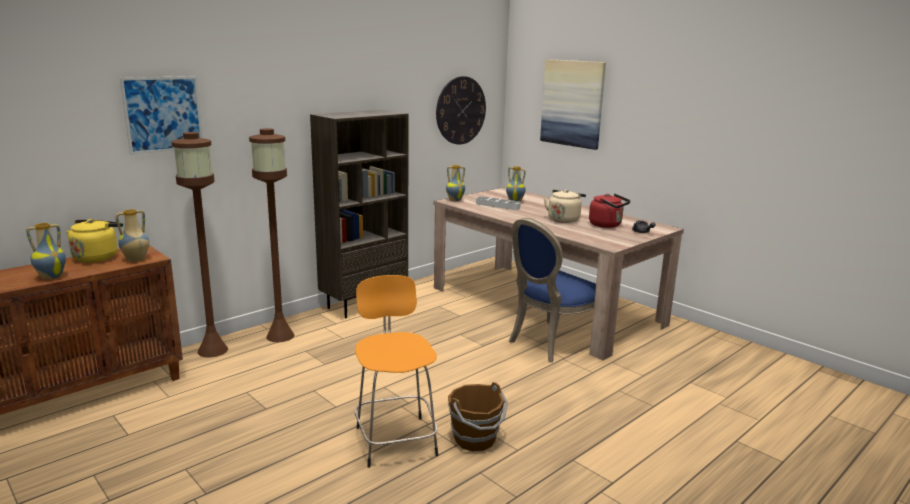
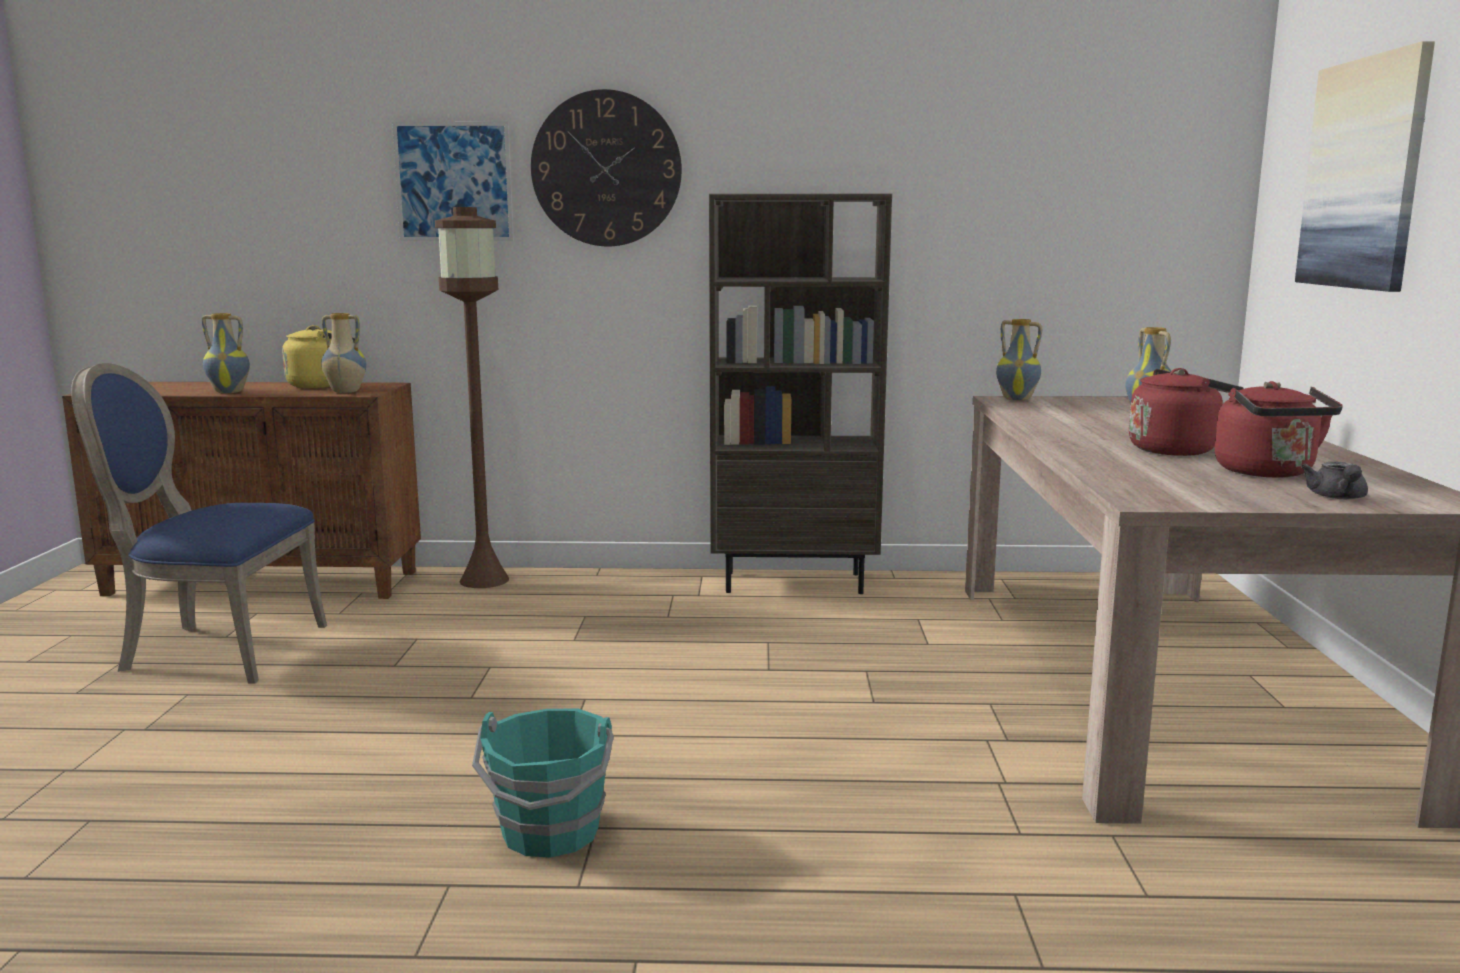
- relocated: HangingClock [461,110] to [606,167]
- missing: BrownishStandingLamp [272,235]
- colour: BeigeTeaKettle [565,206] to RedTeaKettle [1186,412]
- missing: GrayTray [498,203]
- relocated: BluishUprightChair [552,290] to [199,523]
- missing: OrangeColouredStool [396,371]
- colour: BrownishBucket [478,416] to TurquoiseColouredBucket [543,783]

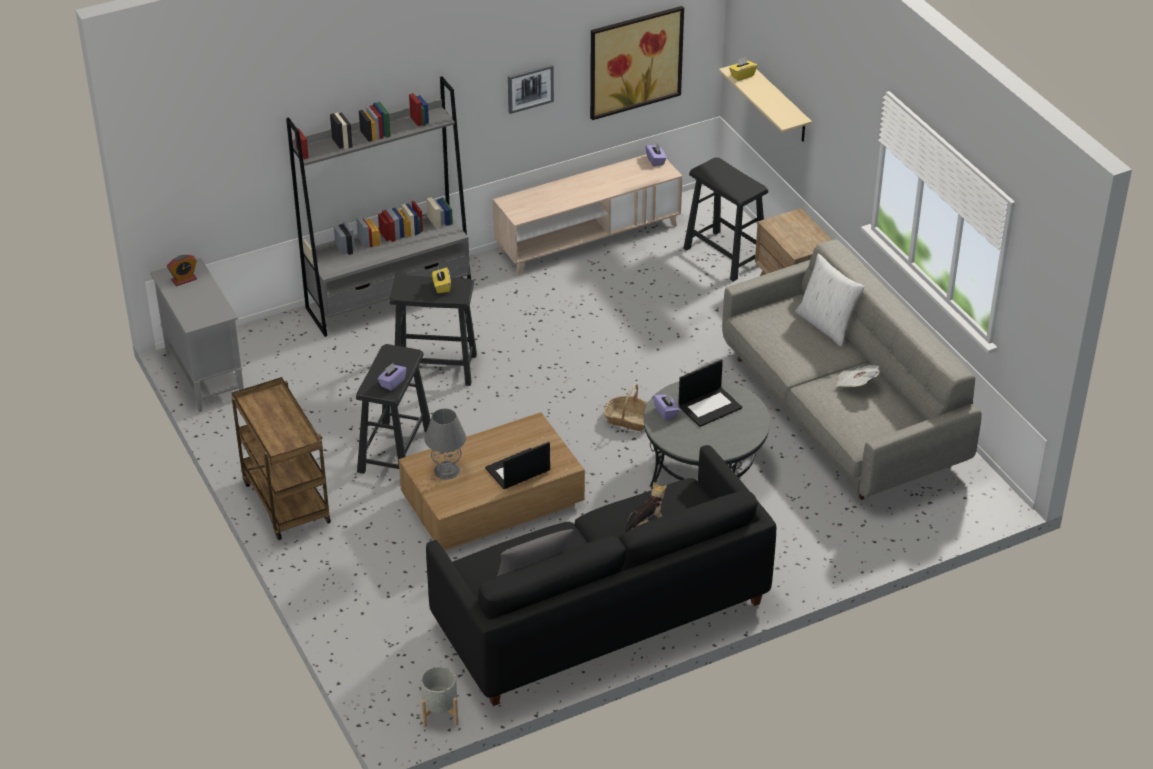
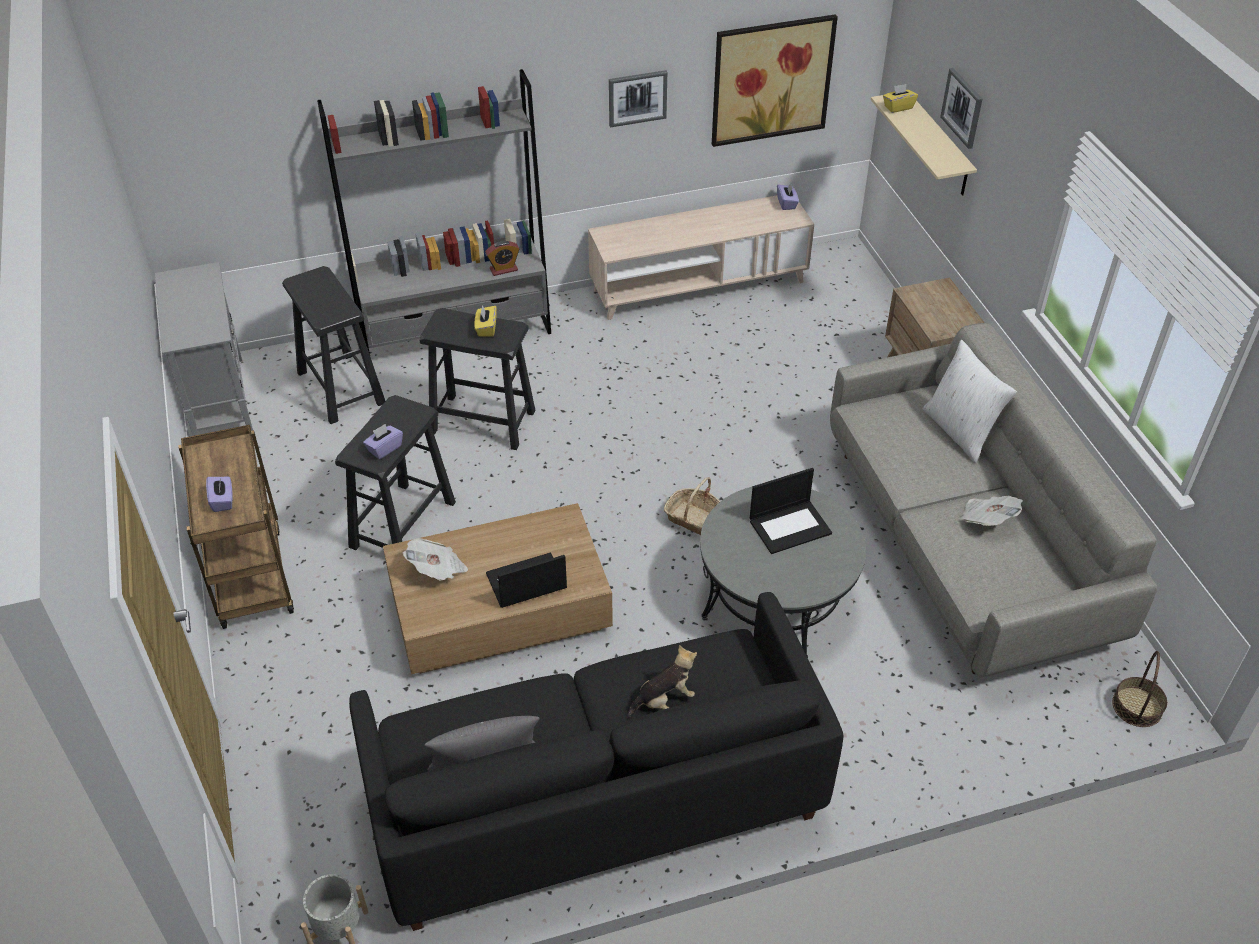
- relocated: BlackStool [725,219] to [333,345]
- relocated: TableClock [182,270] to [502,258]
- relocated: PurpleColouredTissueHolder [666,406] to [219,494]
- exchanged: GrayLampForATable [445,444] to PrintedPaper [435,559]
- appeared: WallPicture [961,108]
- appeared: HouseholdBasket [1139,689]

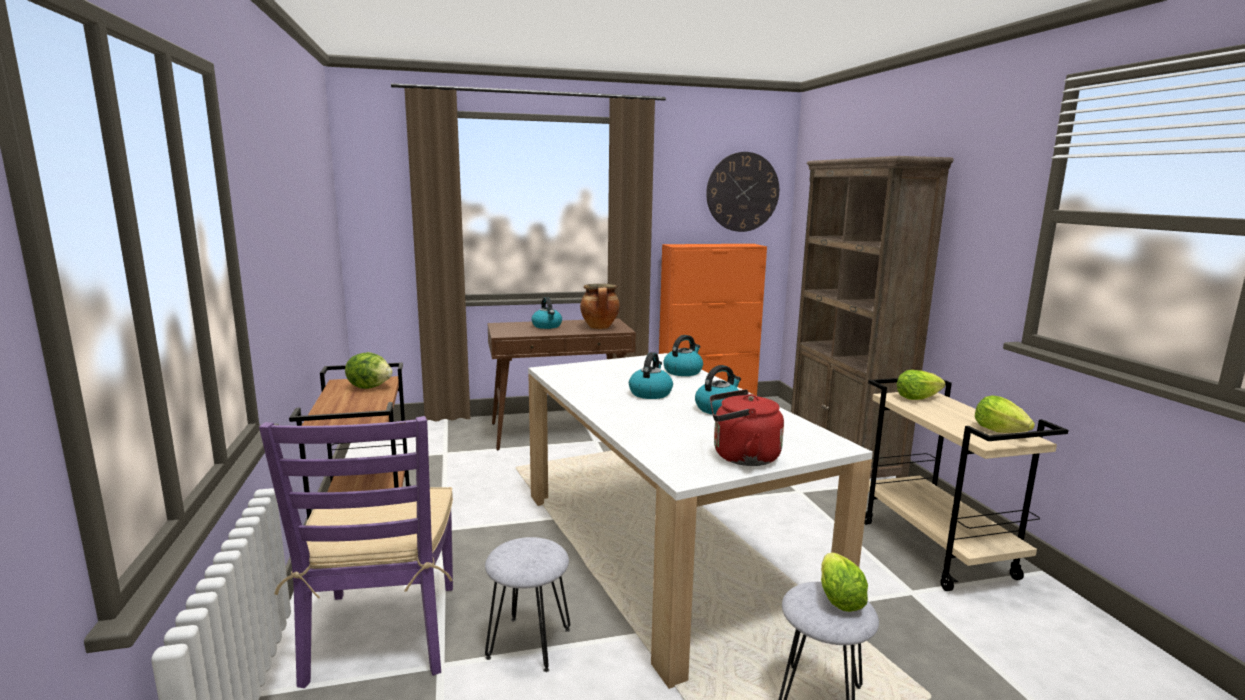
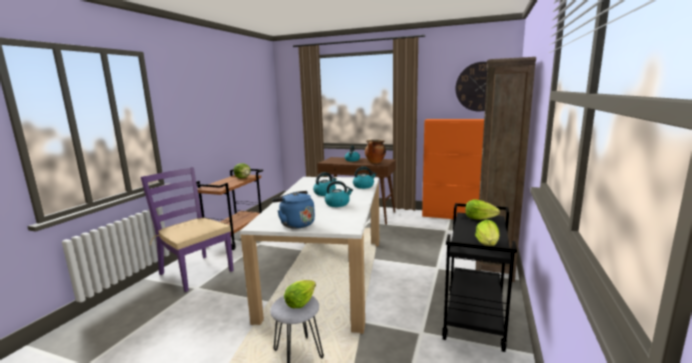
- colour: BeigeWheeledCart [966,484] to BlackWheeledCart [479,277]
- colour: RedTeaKettle [747,427] to BluishTeaKettle [293,210]
- spun: PurpleColouredUprightChair [356,552] = [187,229] 105 degrees clockwise
- missing: GrayStool [527,604]

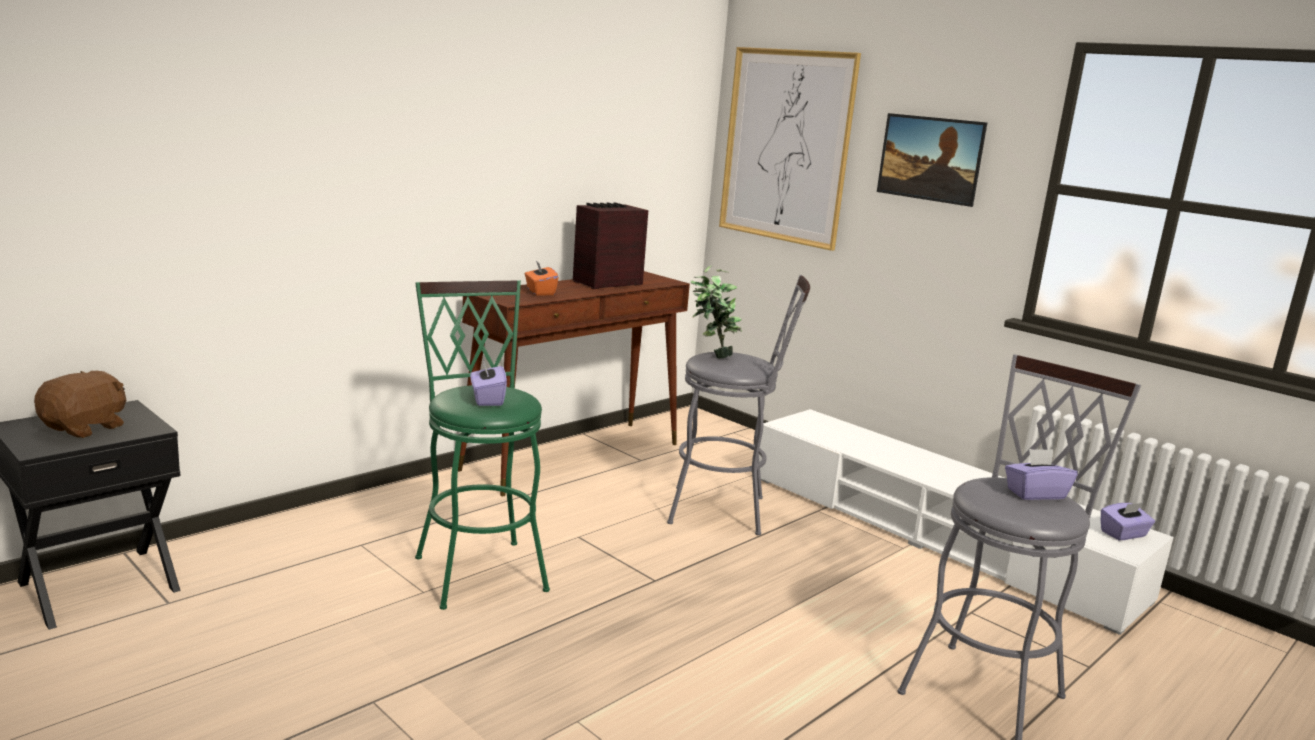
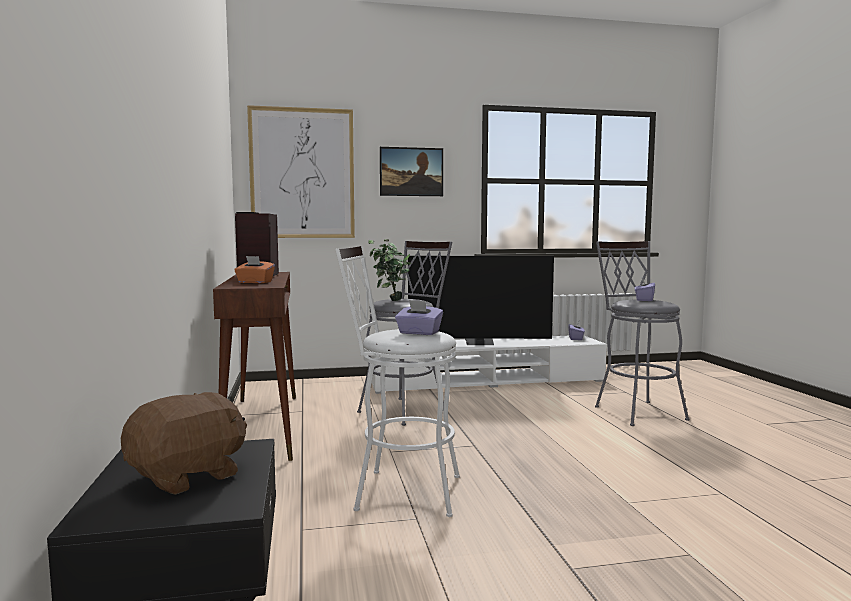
- colour: GreenColouredStool [482,445] to WhiteStool [397,381]
- spun: BrownishSoftToy [80,404] = [184,443] 75 degrees clockwise
- appeared: TvSet [481,300]

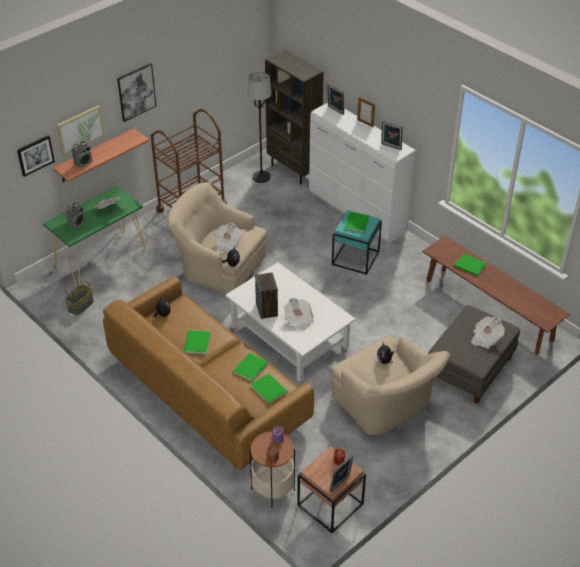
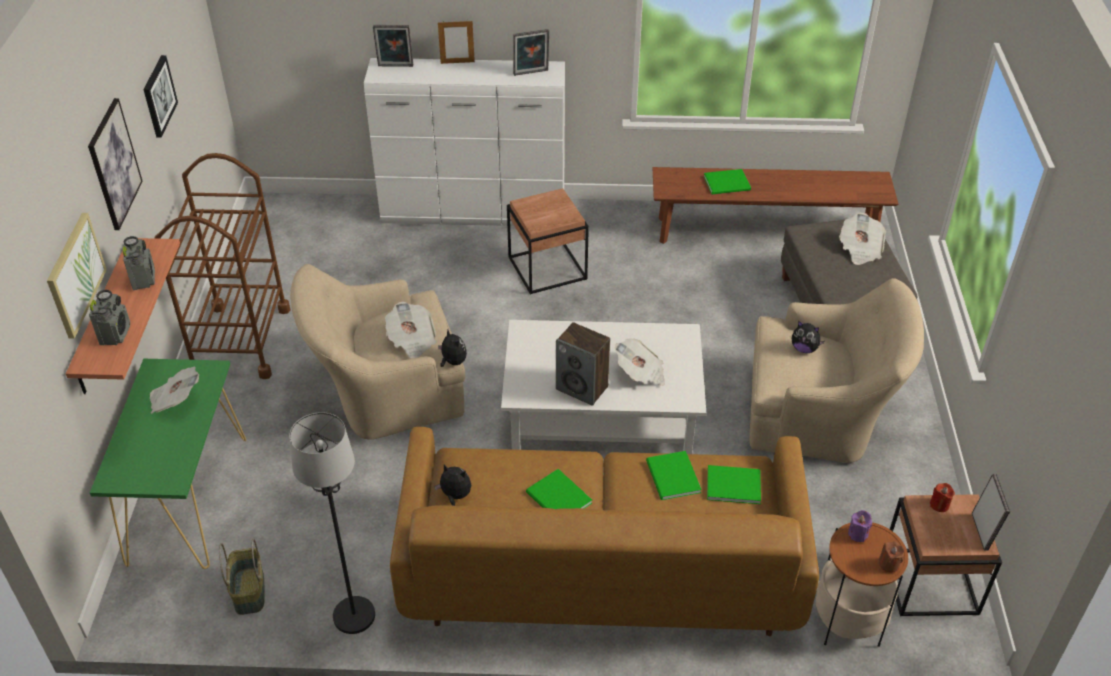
- missing: BrownishBookshelf [294,117]
- relocated: BlackStandingLamp [259,127] to [332,523]
- relocated: WallPicture [36,156] to [160,96]
- relocated: RadioReceiver [75,216] to [139,263]
- colour: TurquoiseColouredEndTable [357,242] to BrownishEndTable [548,241]
- missing: GreenColouredVolume [357,222]

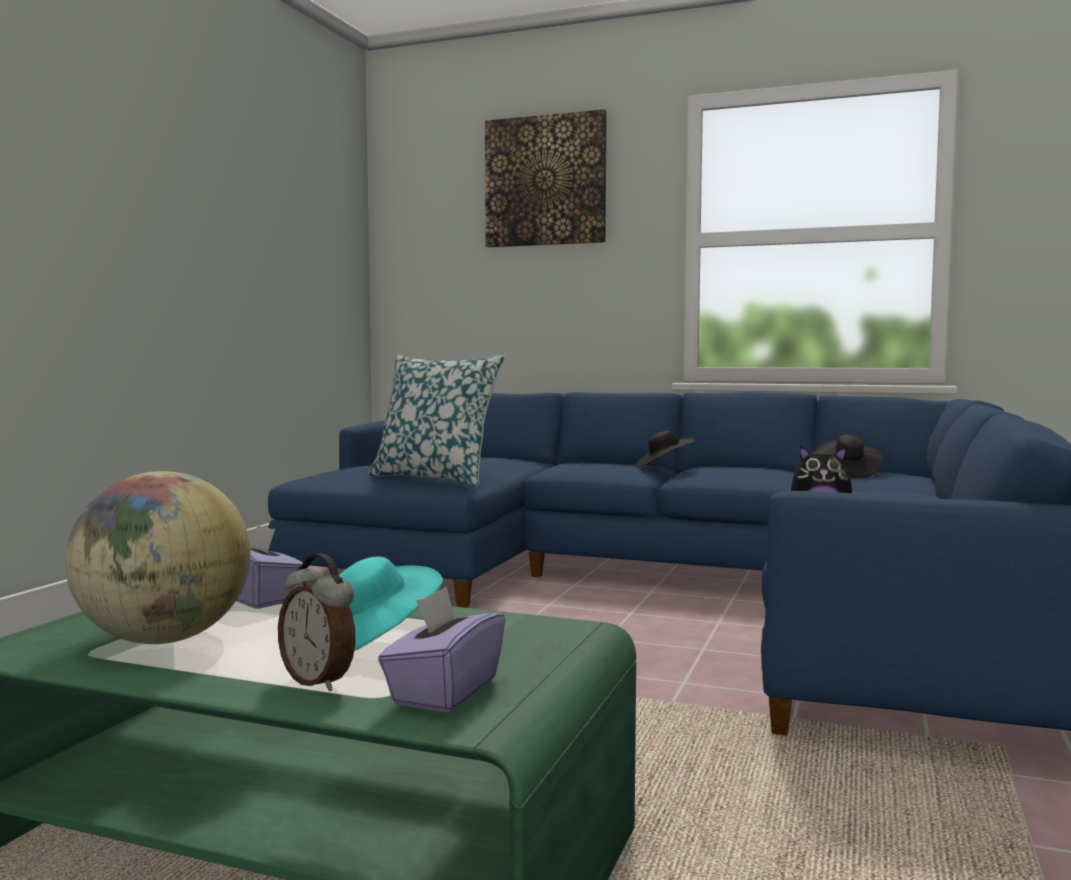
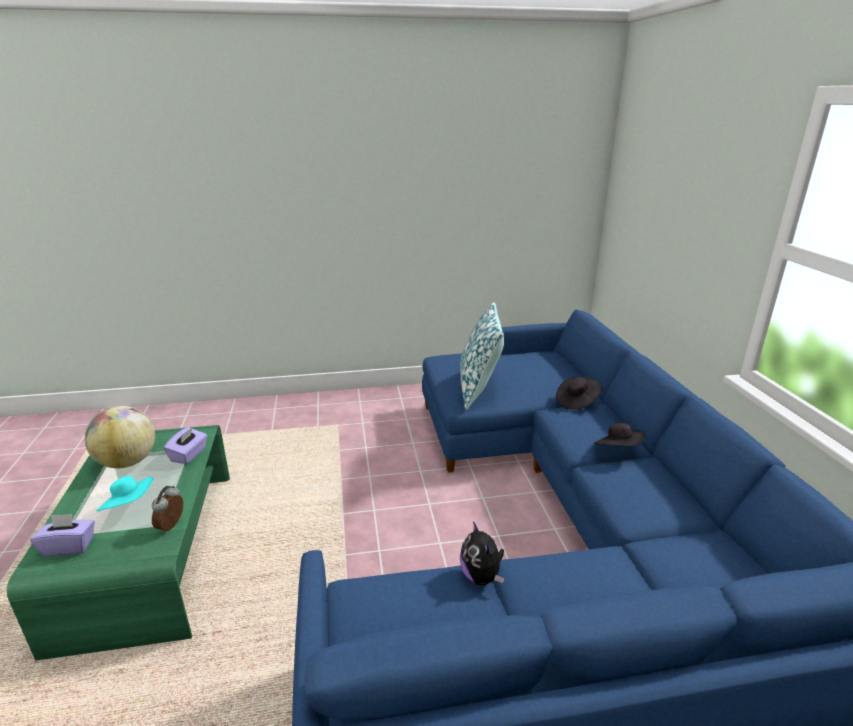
- missing: WallPicture [546,178]
- relocated: BlackHat [850,456] to [578,393]
- relocated: TableClock [316,622] to [167,510]

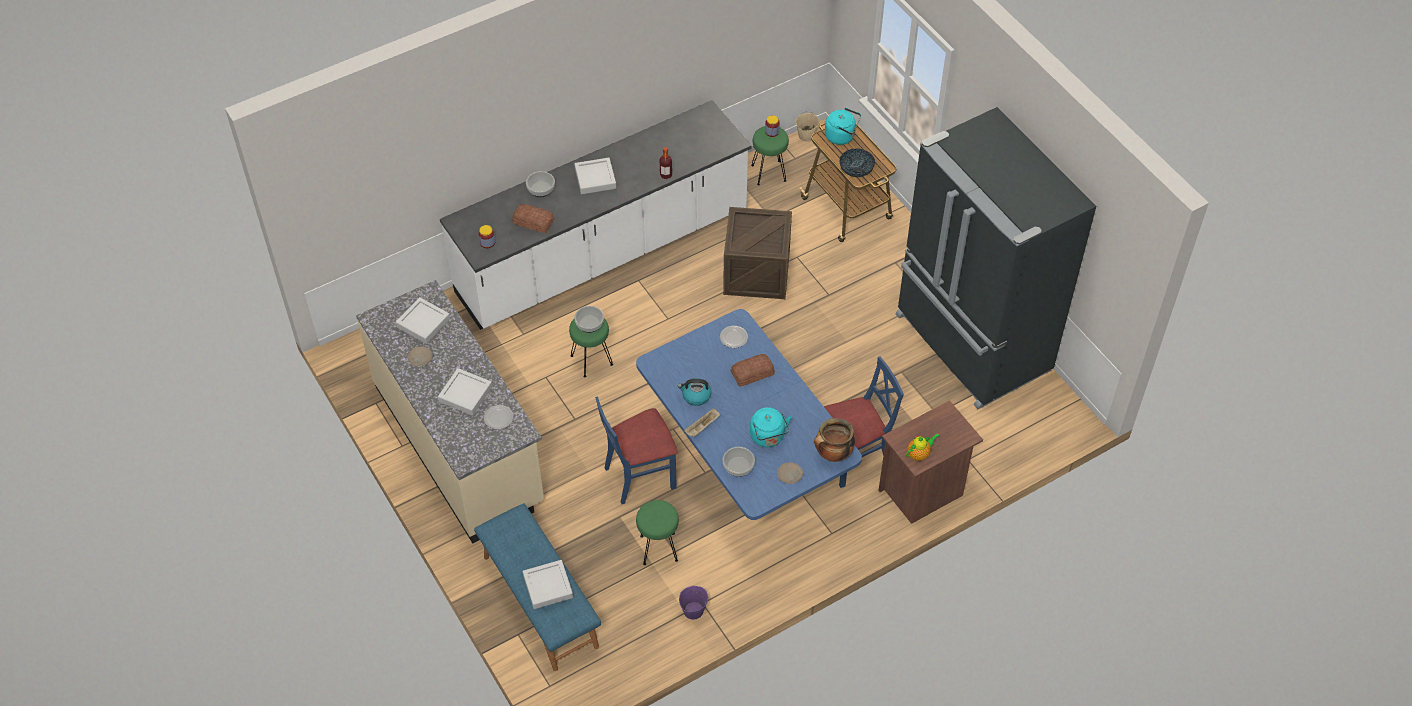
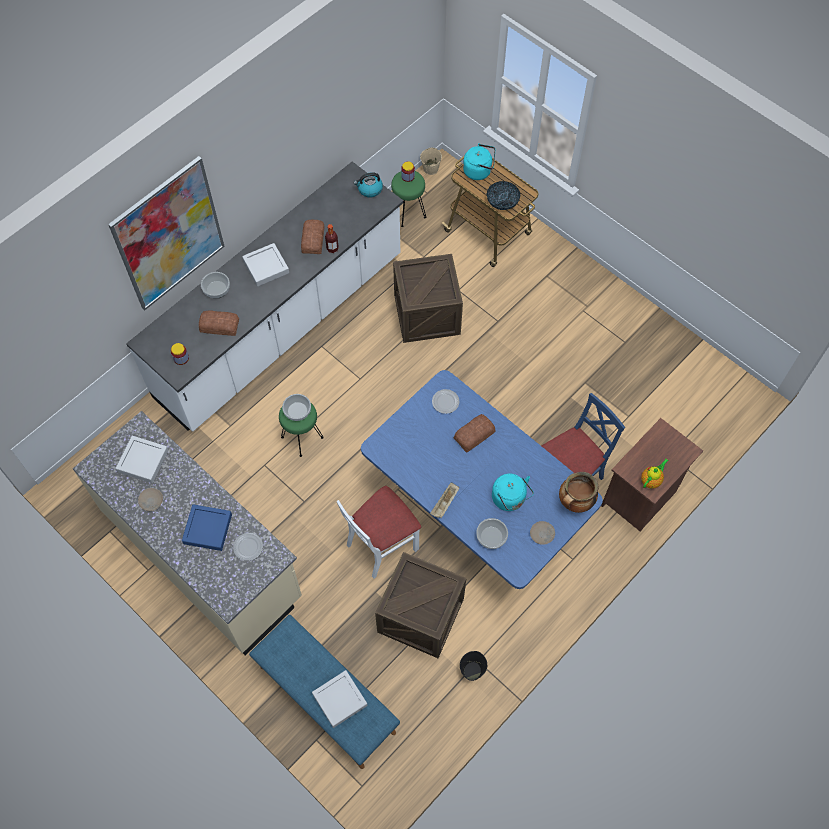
- missing: BlackKitchenFridge [996,258]
- colour: GrayTray [465,392] to BluishTray [207,527]
- relocated: TeaKettle [695,392] to [368,185]
- colour: BluishUprightChair [636,450] to WhiteUprightChair [378,532]
- exchanged: GreenColouredStool [657,532] to Crate [420,605]
- colour: PurpleColouredBucket [693,603] to BlackBucket [473,666]
- appeared: WallPicture [166,233]
- appeared: BakedBread [313,237]

